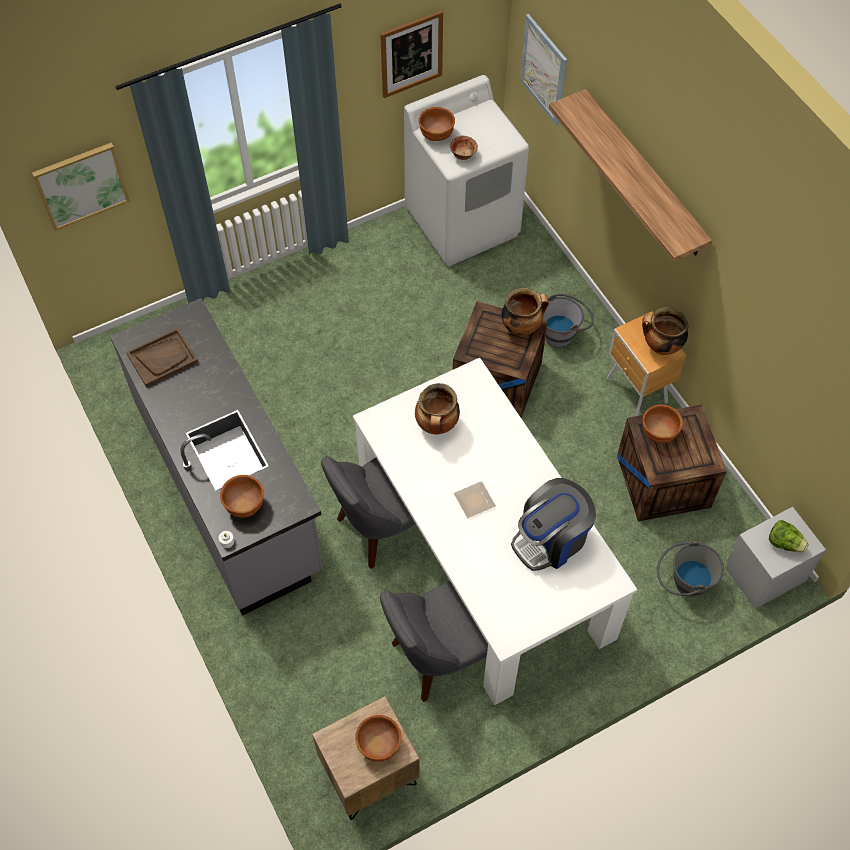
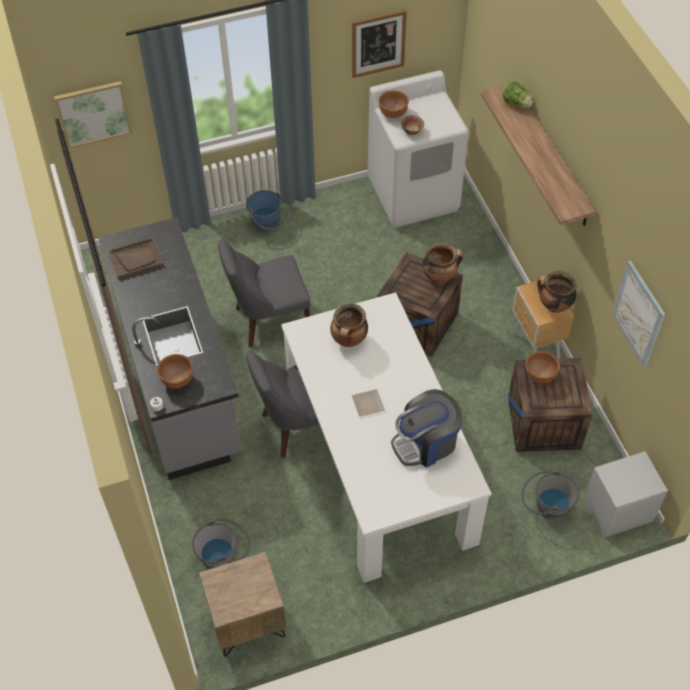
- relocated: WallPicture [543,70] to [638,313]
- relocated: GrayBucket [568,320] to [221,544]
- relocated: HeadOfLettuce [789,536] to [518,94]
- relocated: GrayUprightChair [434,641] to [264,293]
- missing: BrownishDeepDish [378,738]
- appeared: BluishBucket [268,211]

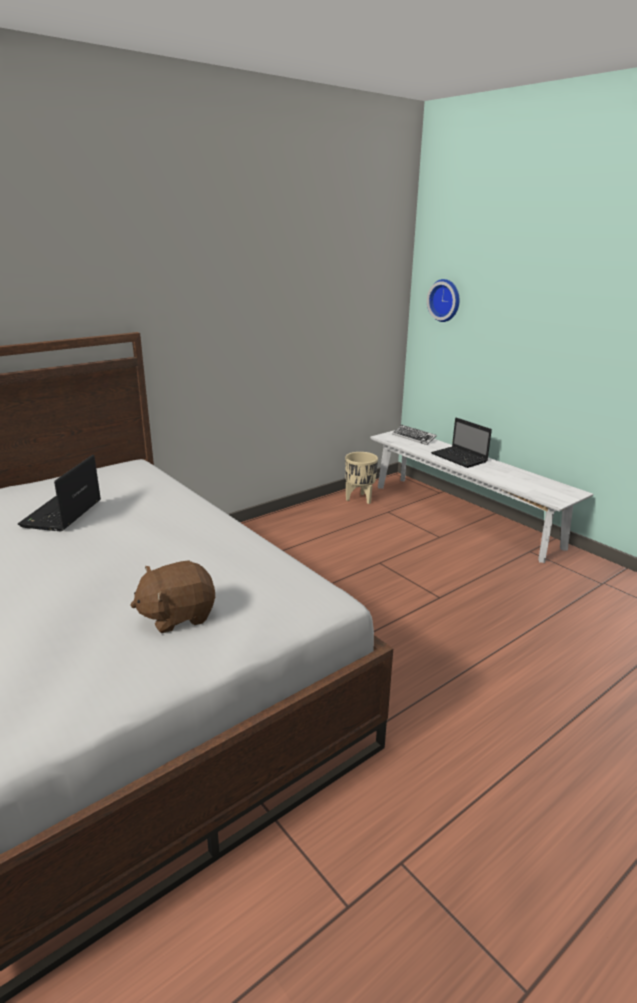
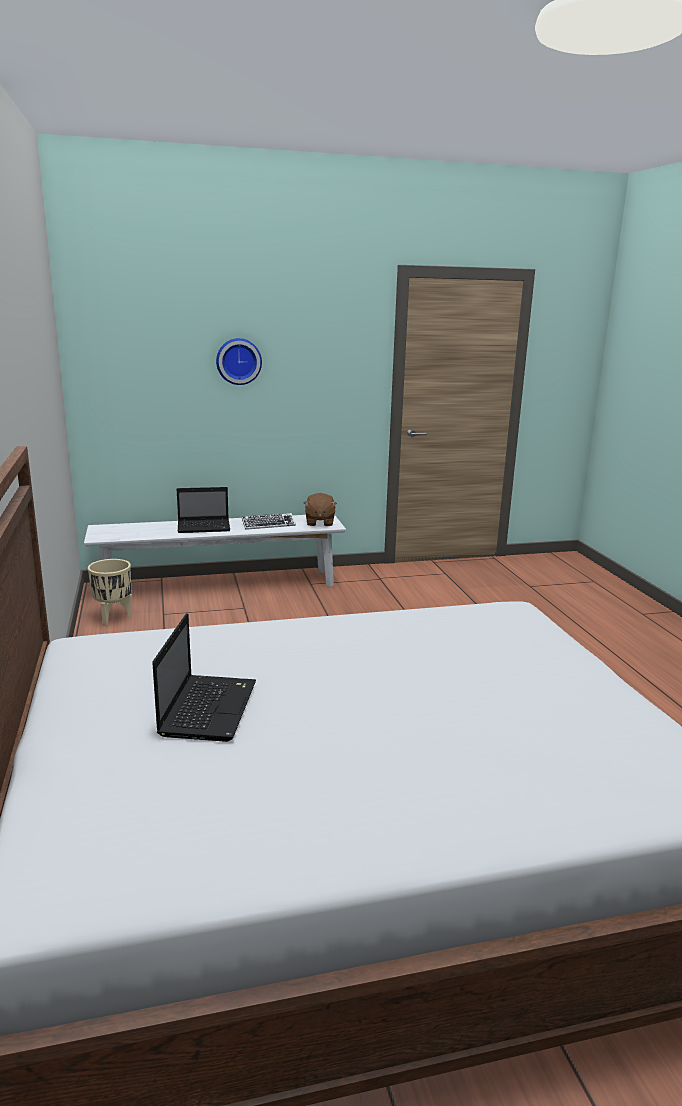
- relocated: HangingClock [443,300] to [239,361]
- relocated: ComputerKeyboard [414,435] to [269,521]
- spun: Laptop [59,493] = [204,677] 120 degrees counterclockwise
- relocated: BrownishSoftToy [172,596] to [320,509]

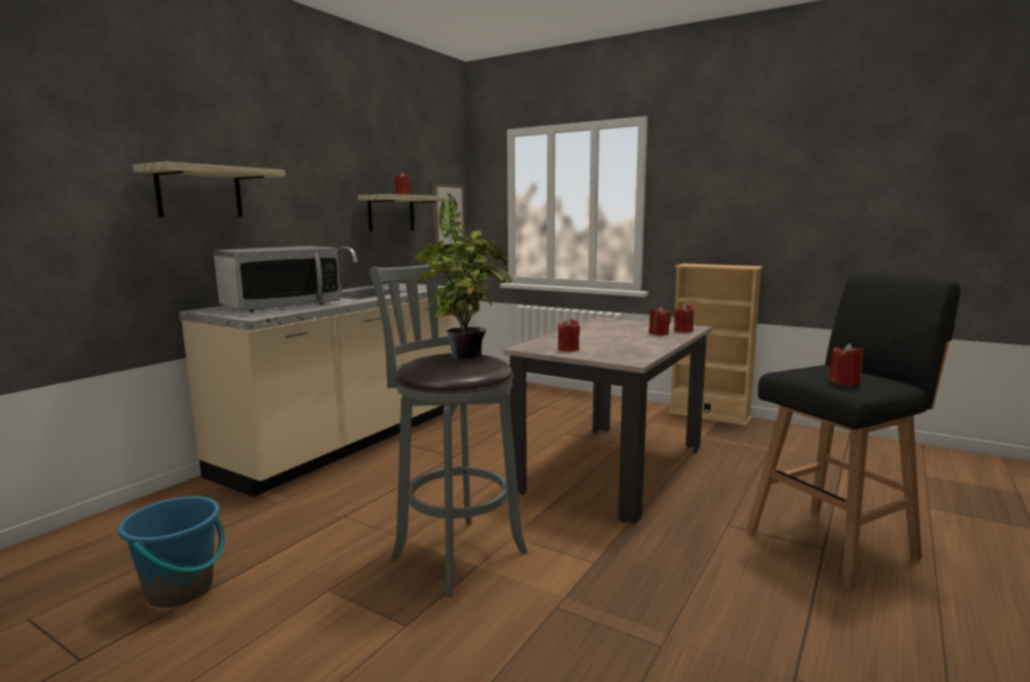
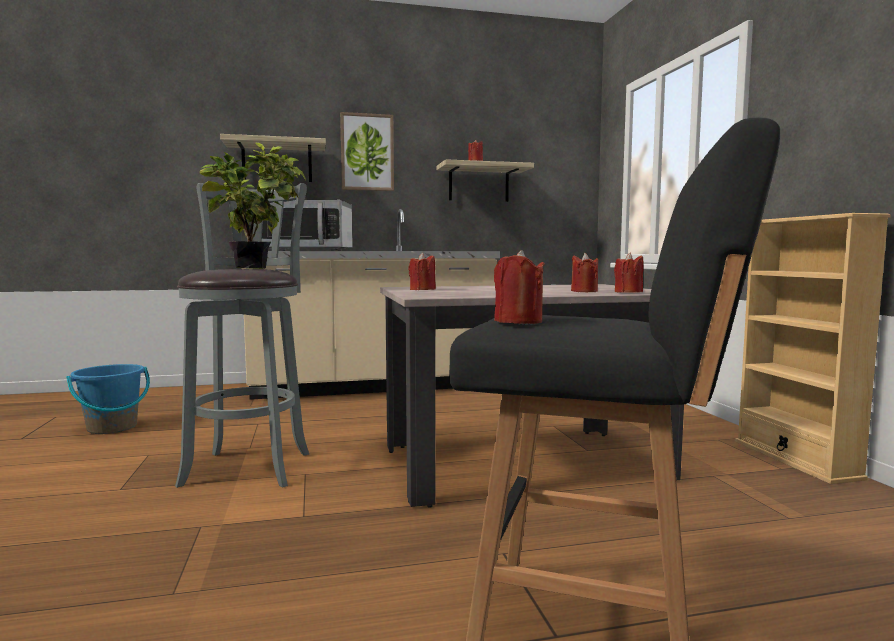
- relocated: WallPicture [449,216] to [367,151]

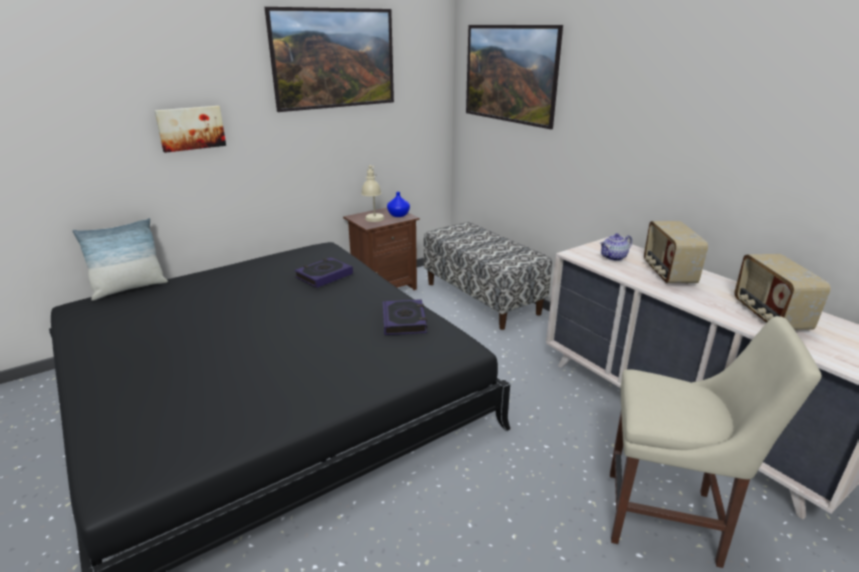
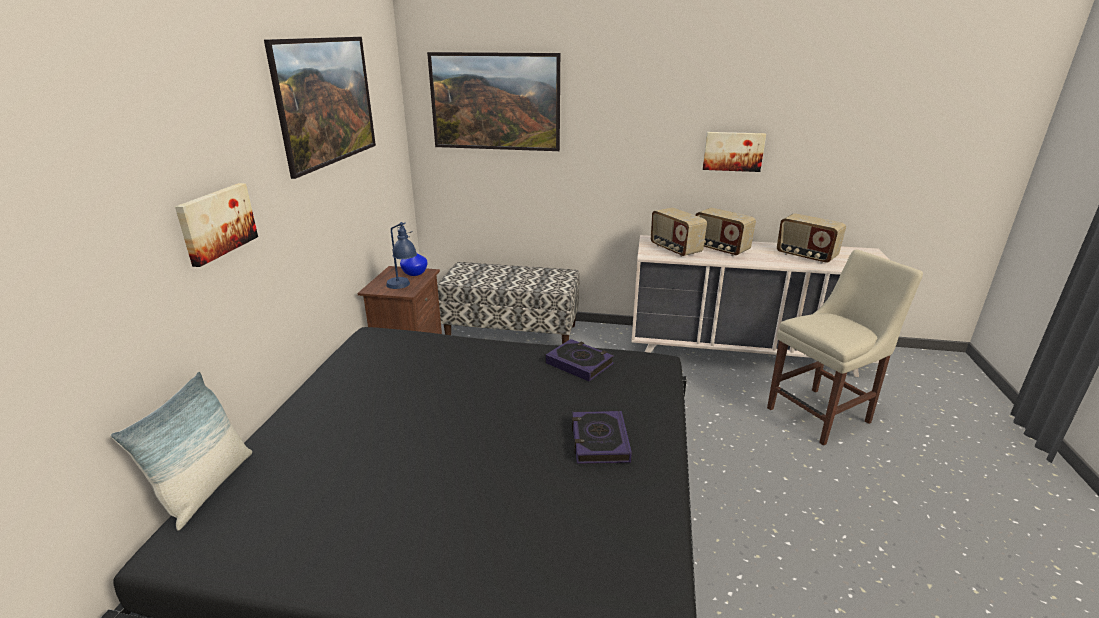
- colour: BeigeLampForATable [373,193] to BluishLampForATable [401,255]
- exchanged: PotForTea [616,247] to RadioReceiver [679,232]
- relocated: Volume [324,272] to [602,437]
- appeared: WallPicture [734,152]

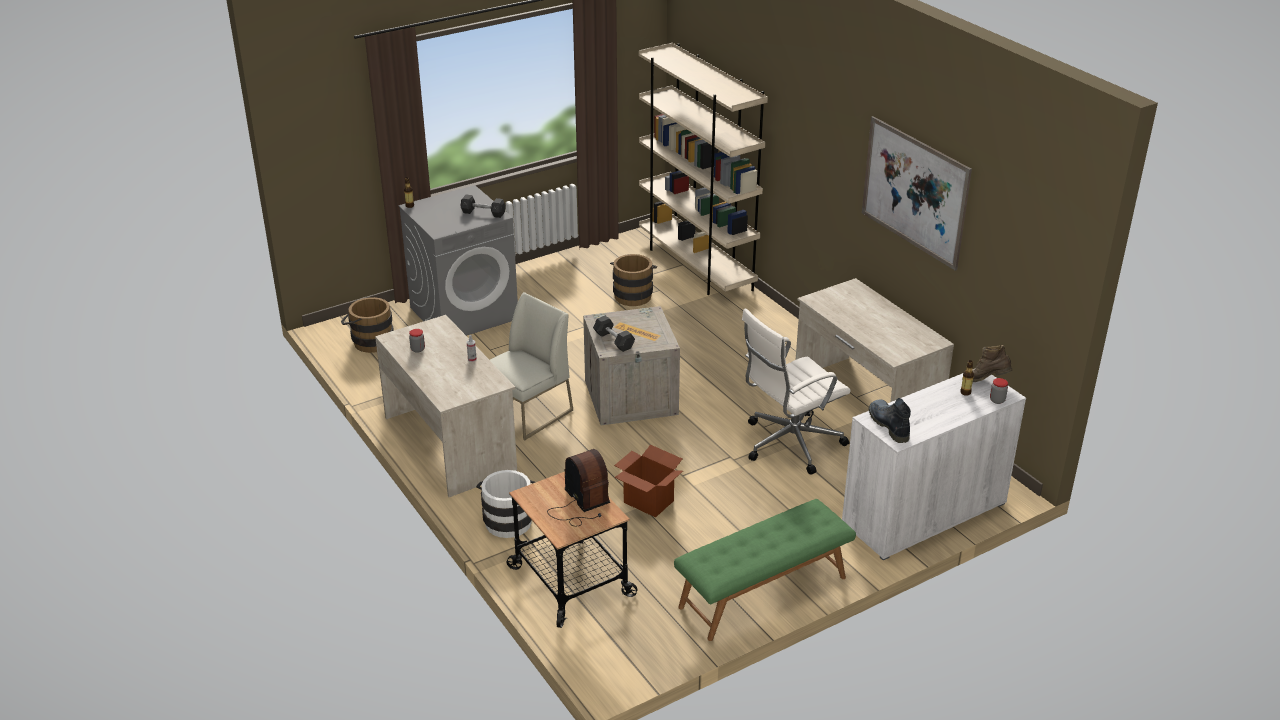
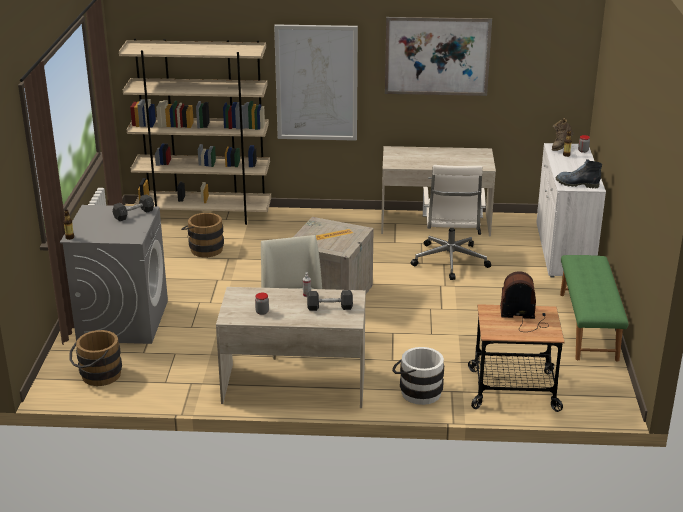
- relocated: GrayDumbbell [614,334] to [330,300]
- missing: CardboardBox [648,481]
- appeared: WallPicture [316,83]

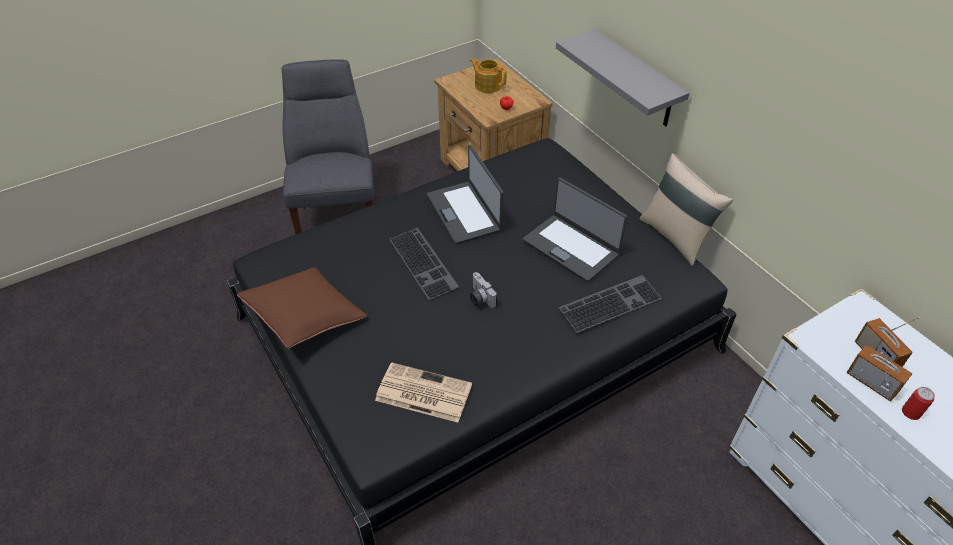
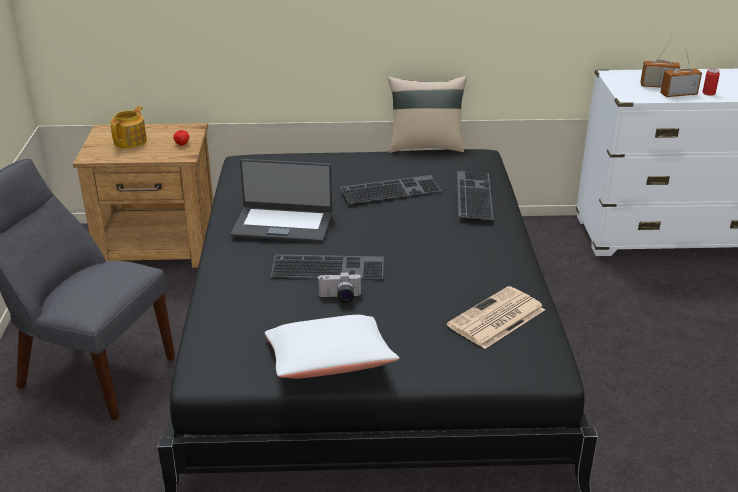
- missing: GrayShelf [622,78]
- spun: PotForTea [488,75] = [129,127] 135 degrees clockwise
- exchanged: Laptop [575,229] to ComputerKeyboard [391,189]
- colour: BrownishCushion [302,307] to WhiteCushion [332,347]
- relocated: StillCamera [483,290] to [339,287]

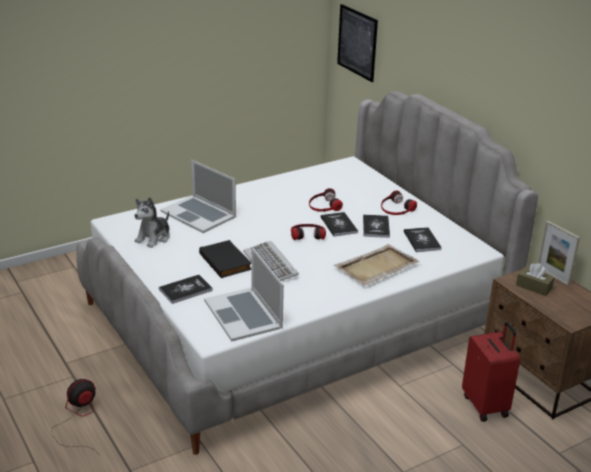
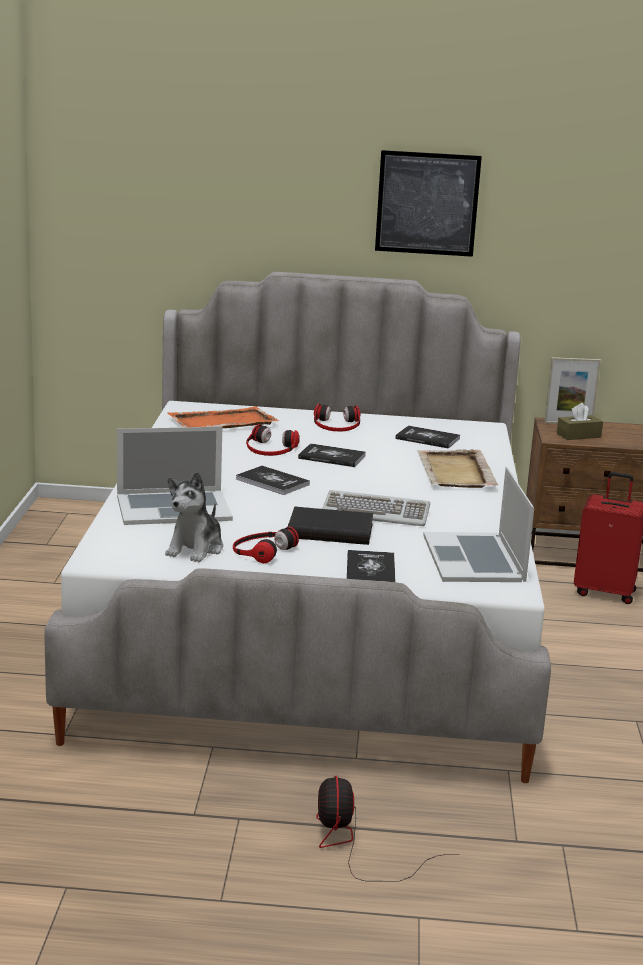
- relocated: WallPicture [357,43] to [428,203]
- spun: SoftToy [152,222] = [194,517] 45 degrees clockwise
- relocated: Volume [376,226] to [273,480]
- relocated: PairOfHeadphones [308,232] to [266,545]
- spun: Laptop [244,295] = [478,524] 75 degrees clockwise
- appeared: OrangeColouredTray [223,417]

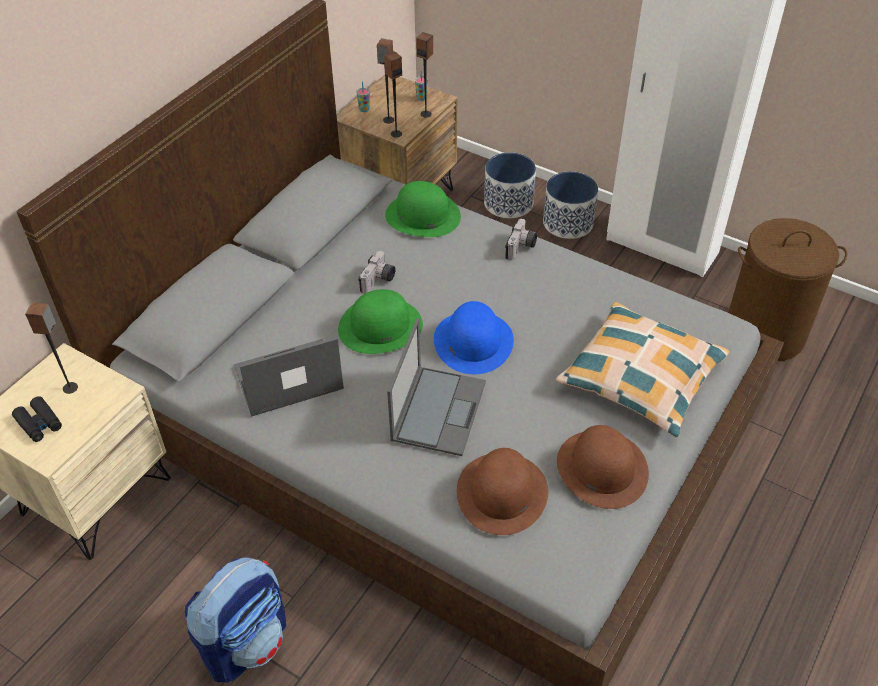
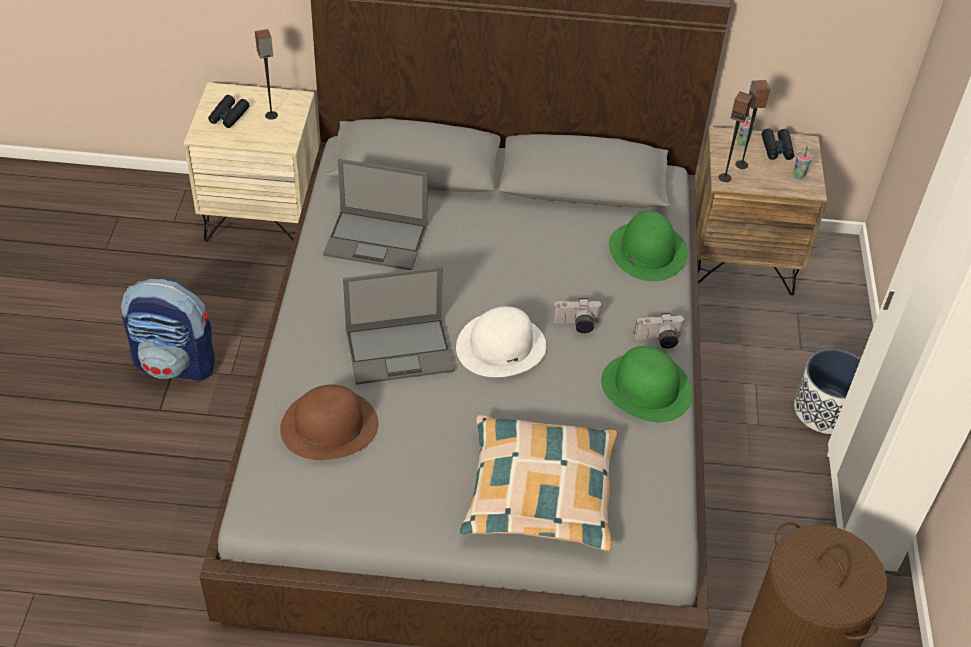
- missing: Speaker [424,74]
- missing: FlowerPot [510,185]
- relocated: StillCamera [376,272] to [577,315]
- relocated: GreenColouredHat [380,321] to [646,384]
- colour: BluishHat [474,337] to WhiteHat [501,341]
- spun: Laptop [289,376] = [375,214] 150 degrees clockwise
- missing: BrownishHat [603,467]
- appeared: BlackPairOfBinoculars [778,144]

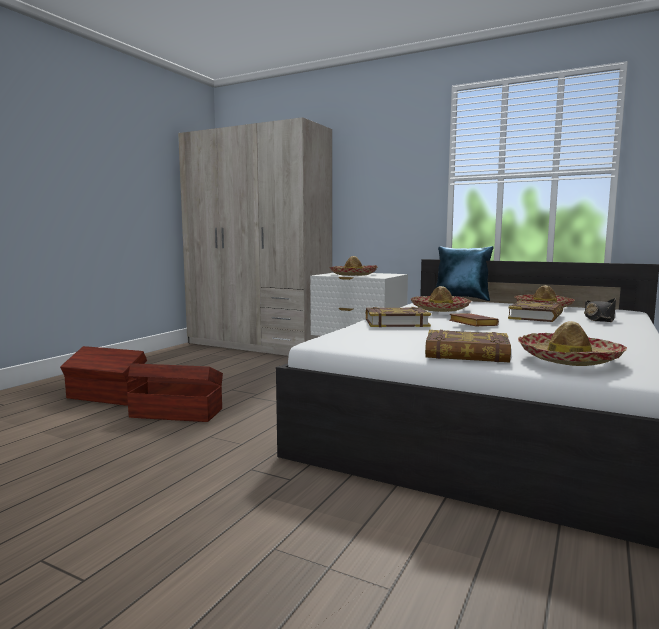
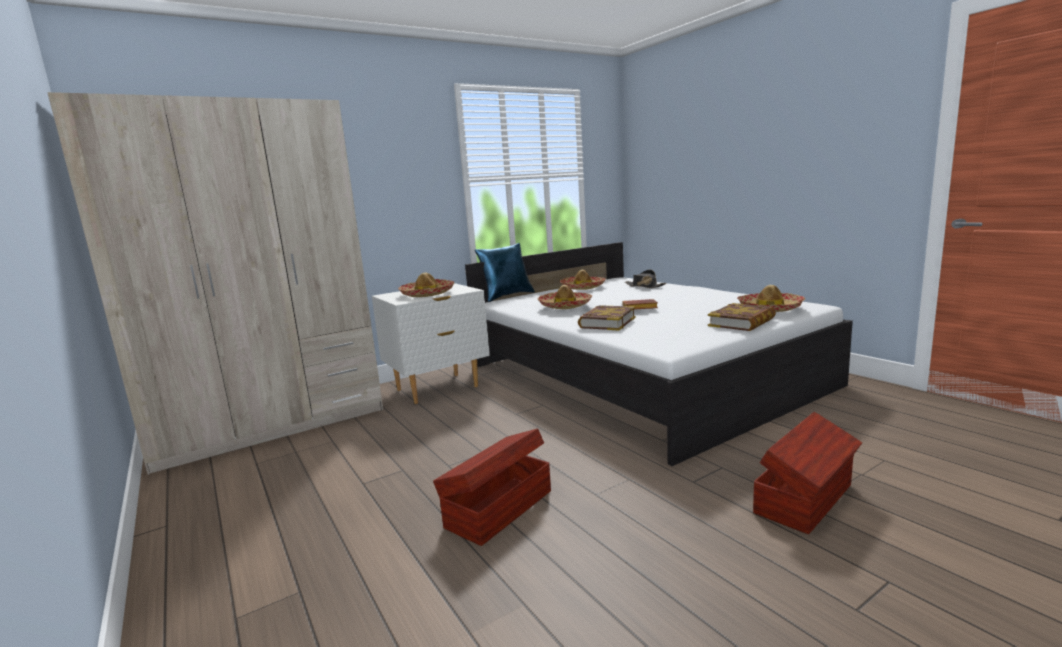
- missing: Volume [535,311]
- relocated: BrownishStorageBox [103,376] to [807,473]

